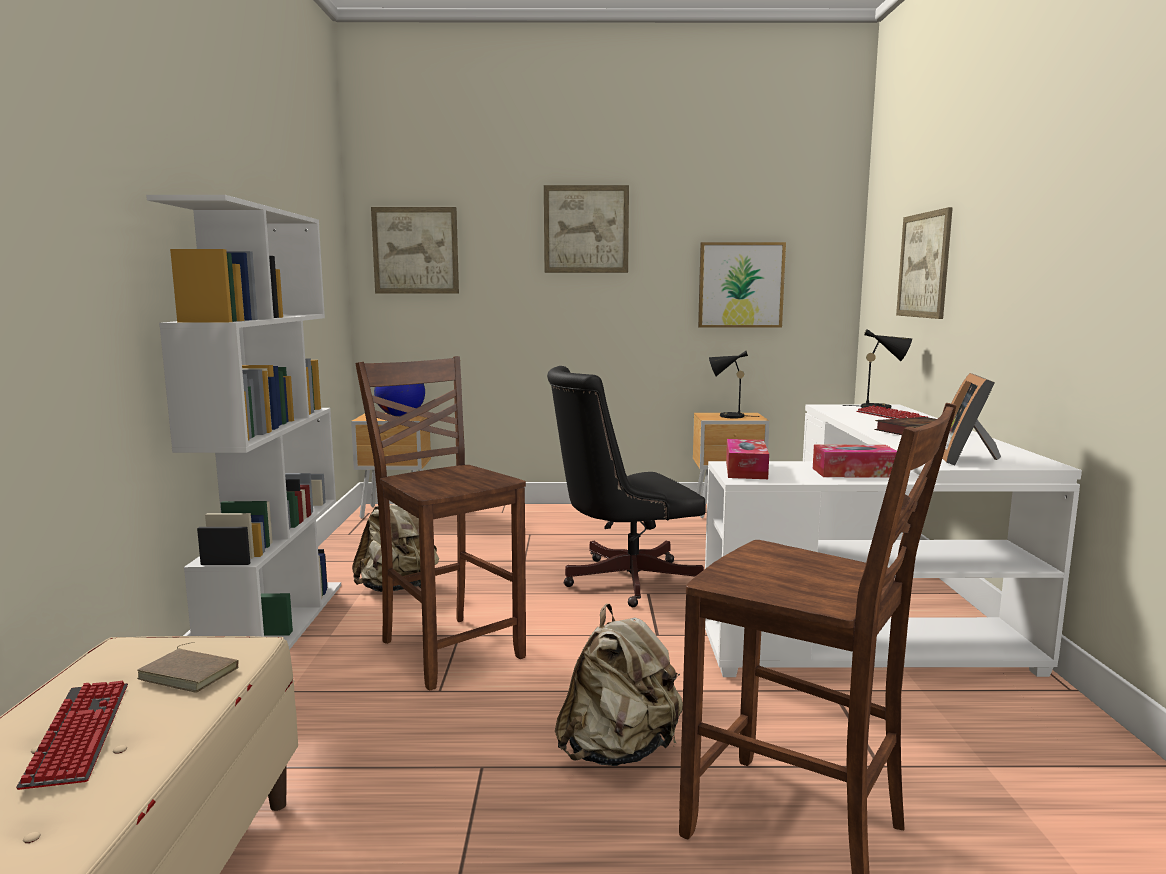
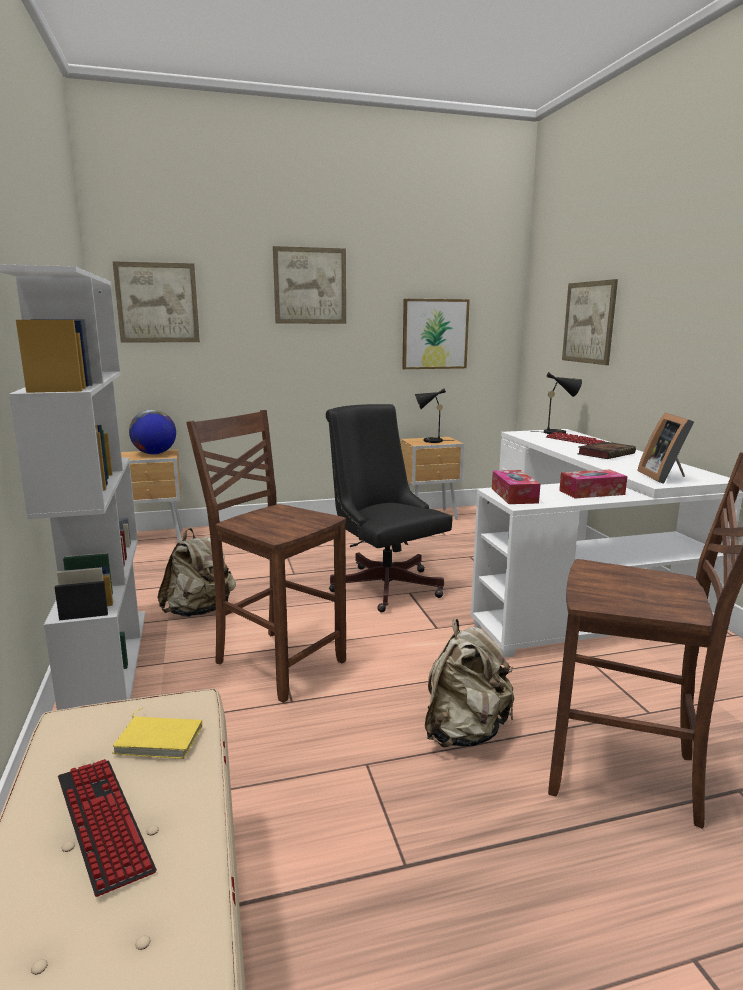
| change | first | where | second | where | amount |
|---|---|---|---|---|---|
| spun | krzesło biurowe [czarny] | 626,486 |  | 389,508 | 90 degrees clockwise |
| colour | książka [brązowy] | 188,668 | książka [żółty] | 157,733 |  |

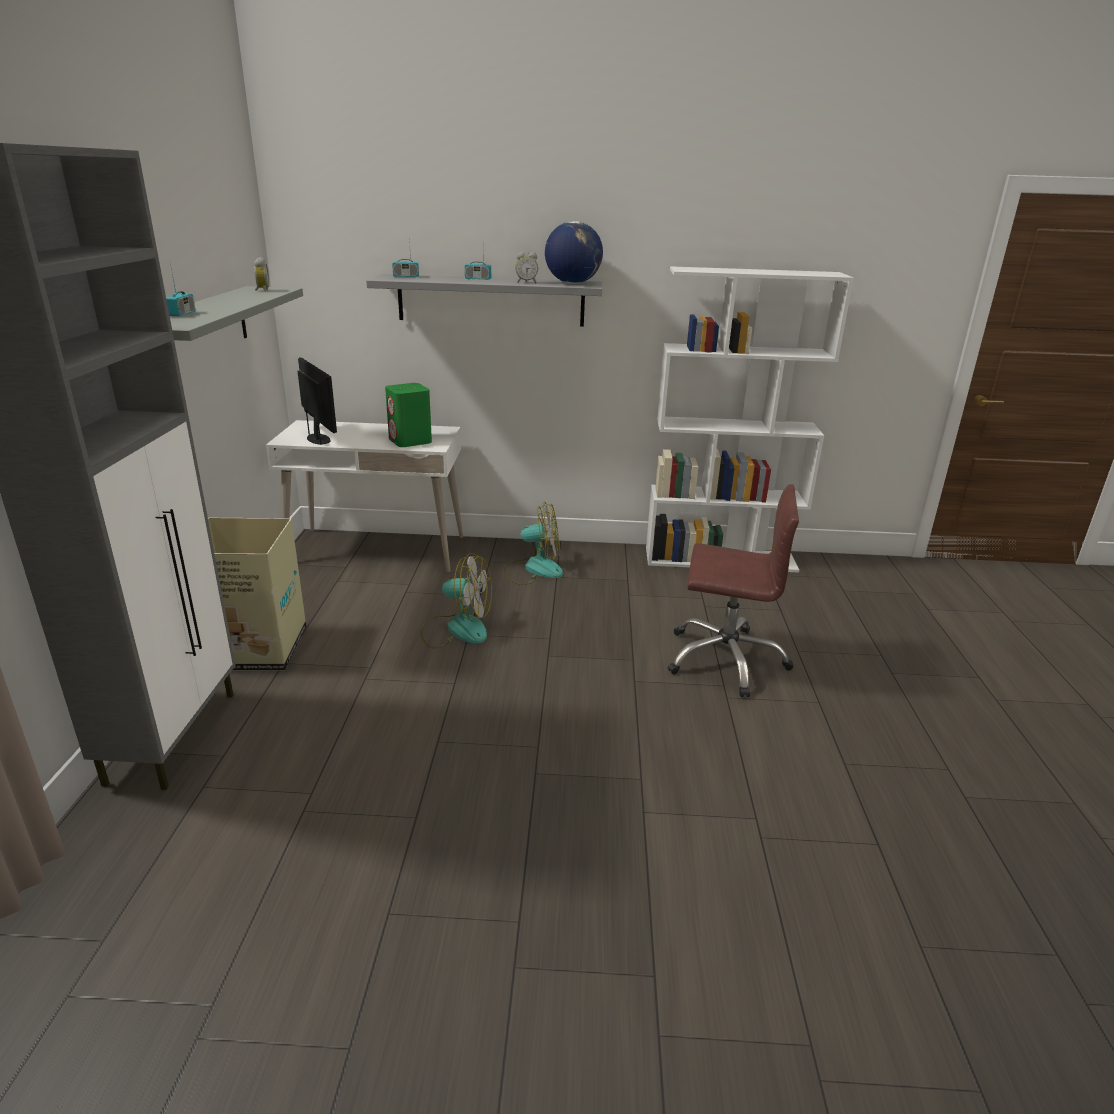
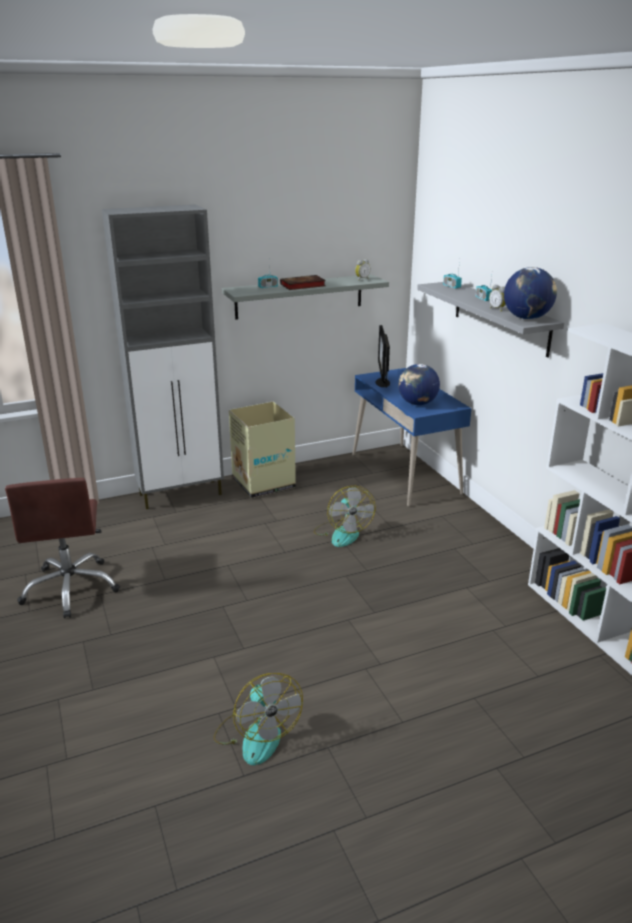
| change | first | where | second | where | amount |
|---|---|---|---|---|---|
| spun | monitor | 317,401 |  | 383,356 | 150 degrees clockwise |
| exchanged | głośnik [zielony] | 408,415 | globus | 419,384 |  |
| colour | biurko [biały] | 364,496 | biurko [niebieski] | 412,437 |  |
| relocated | krzesło biurowe [brązowy] | 733,590 |  | 62,548 |  |
| relocated | wentylator | 533,543 |  | 258,719 |  |
| appeared |  |  | książka | 303,282 |  |

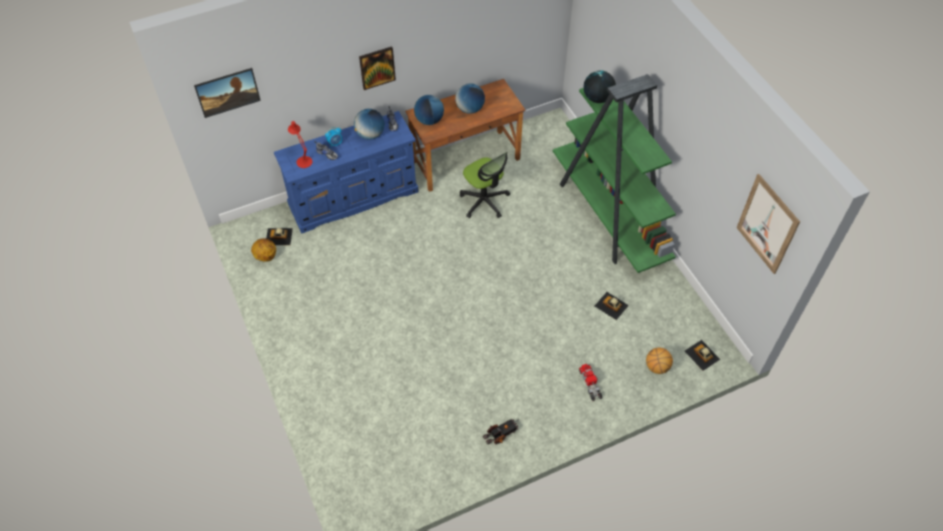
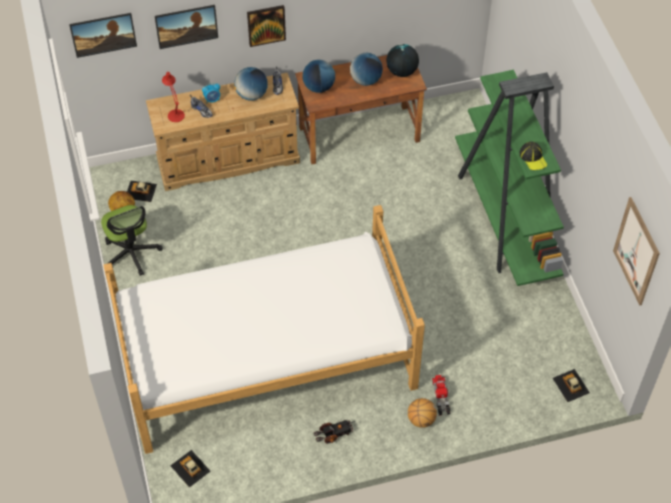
| change | first | where | second | where | amount |
|---|---|---|---|---|---|
| relocated | globus | 600,86 |  | 402,60 |  |
| colour | komoda [niebieski] | 346,172 | komoda [beżowy] | 223,131 |  |
| relocated | krzesło biurowe | 485,185 |  | 132,240 |  |
| relocated | samochodzik | 612,306 |  | 190,469 |  |
| relocated | piłka do koszykówki | 659,361 |  | 422,413 |  |
| appeared |  |  | obraz | 186,27 |  |
| appeared |  |  | czapka z daszkiem | 533,156 |  |
| appeared |  |  | łóżko | 264,329 |  |

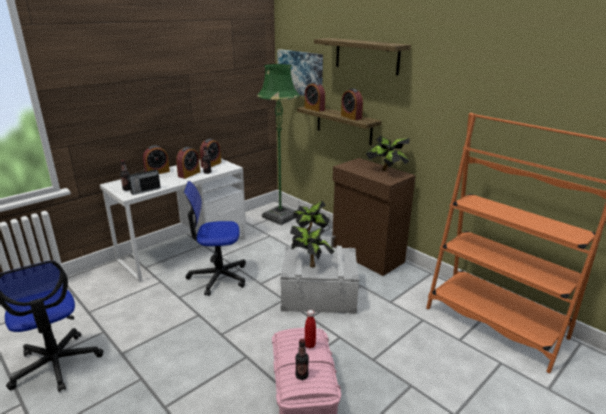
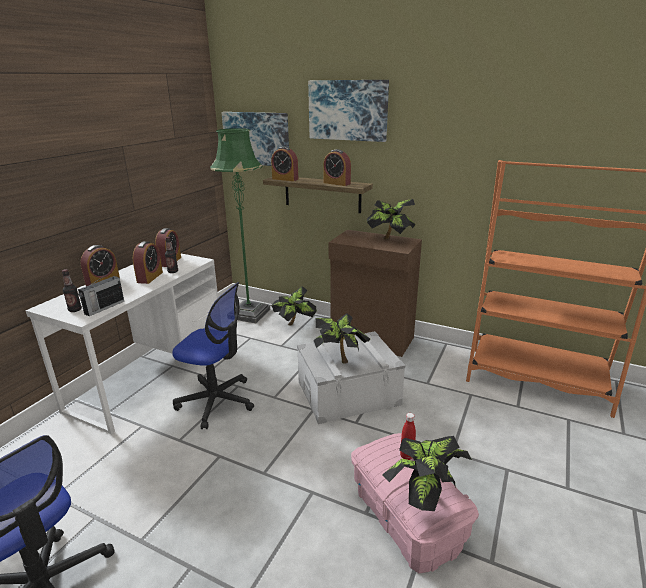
| change | first | where | second | where | amount |
|---|---|---|---|---|---|
| exchanged | półka | 362,56 | obraz | 348,111 |  |
| spun | krzesło biurowe | 215,238 |  | 213,355 | 135 degrees counterclockwise |
| exchanged | butelka | 302,359 | roślina doniczkowa | 427,473 |  |

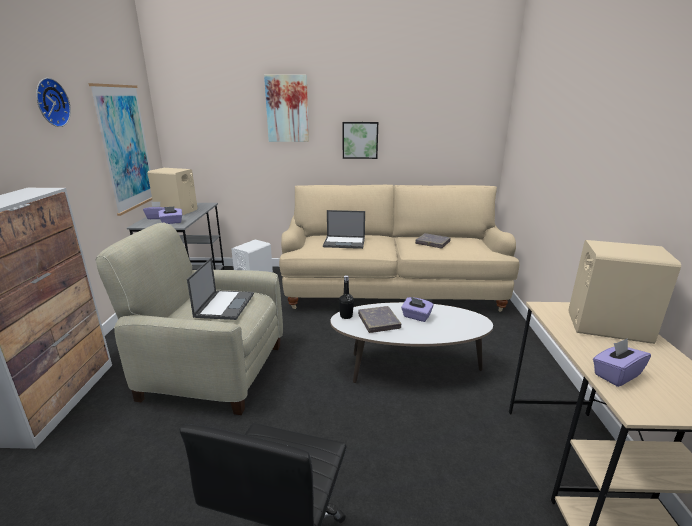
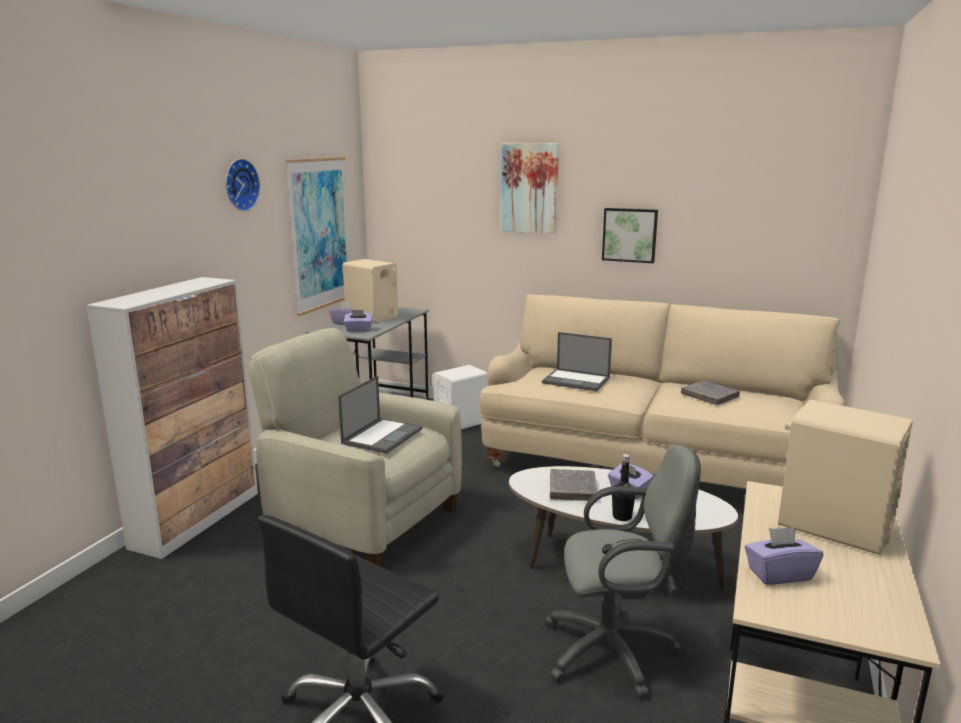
| change | first | where | second | where | amount |
|---|---|---|---|---|---|
| relocated | butelka [czarny] | 346,297 |  | 624,487 |  |
| appeared |  |  | krzesło biurowe [szary] | 622,572 |  |

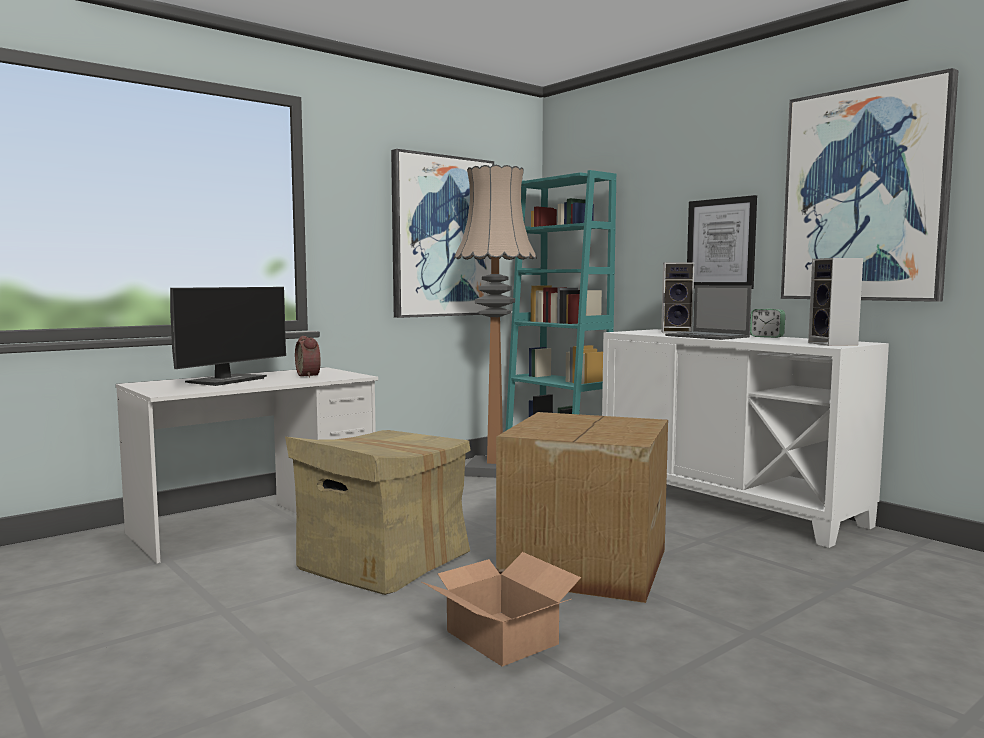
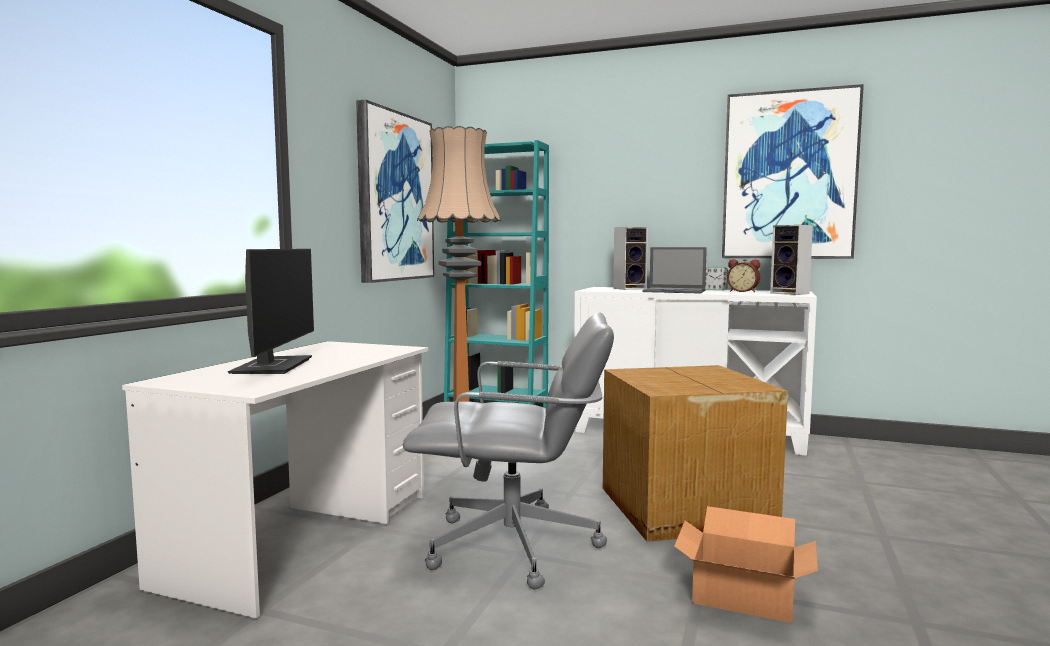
| change | first | where | second | where | amount |
|---|---|---|---|---|---|
| missing | obraz | 722,242 |  |  |  |
| relocated | budzik | 308,357 |  | 743,275 |  |
| exchanged | karton | 378,512 | krzesło biurowe [szary] | 508,450 |  |

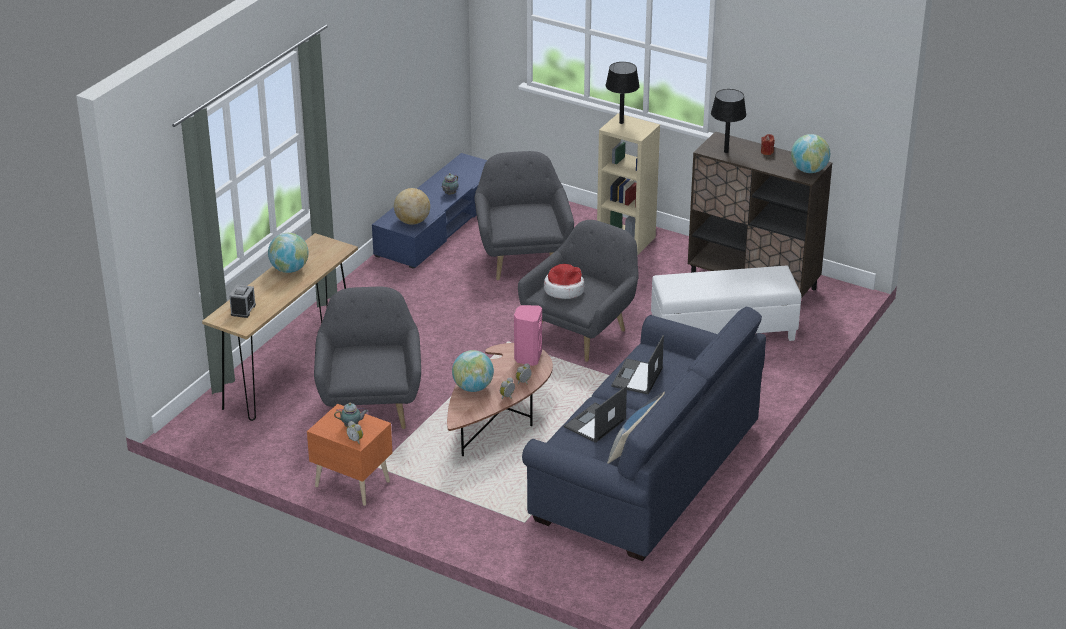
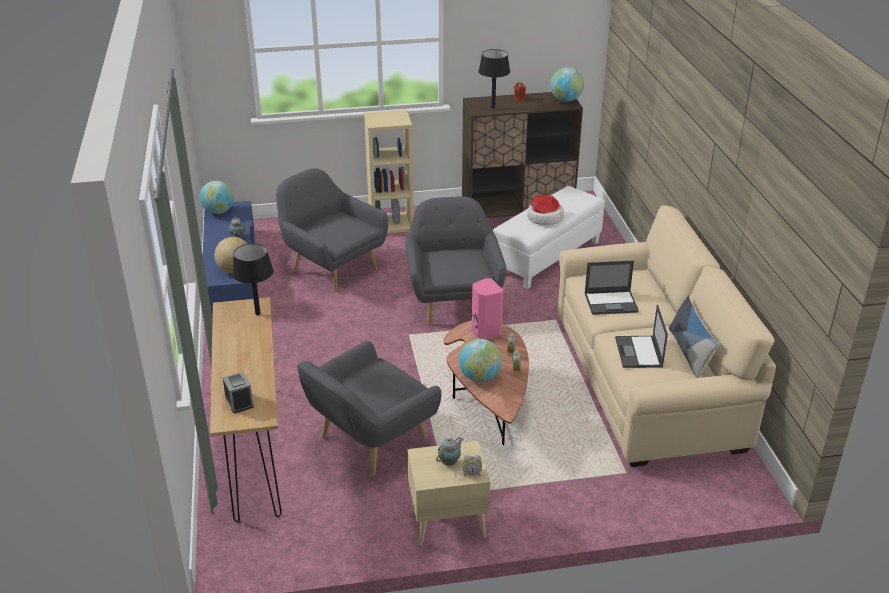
| change | first | where | second | where | amount |
|---|---|---|---|---|---|
| relocated | lampa stołowa [czarny] | 622,93 |  | 252,279 |  |
| relocated | globus | 288,253 |  | 217,197 |  |
| relocated | kapelusz | 564,281 |  | 546,210 |  |
| spun | fotel [szary] | 367,358 |  | 369,409 | 90 degrees counterclockwise |
| colour | kanapa [niebieski] | 644,434 | kanapa [beżowy] | 667,336 |  |
| spun | laptop | 637,365 |  | 612,288 | 75 degrees counterclockwise |
| colour | szafka nocna [pomarańczowy] | 349,455 | szafka nocna [beżowy] | 448,493 |  |

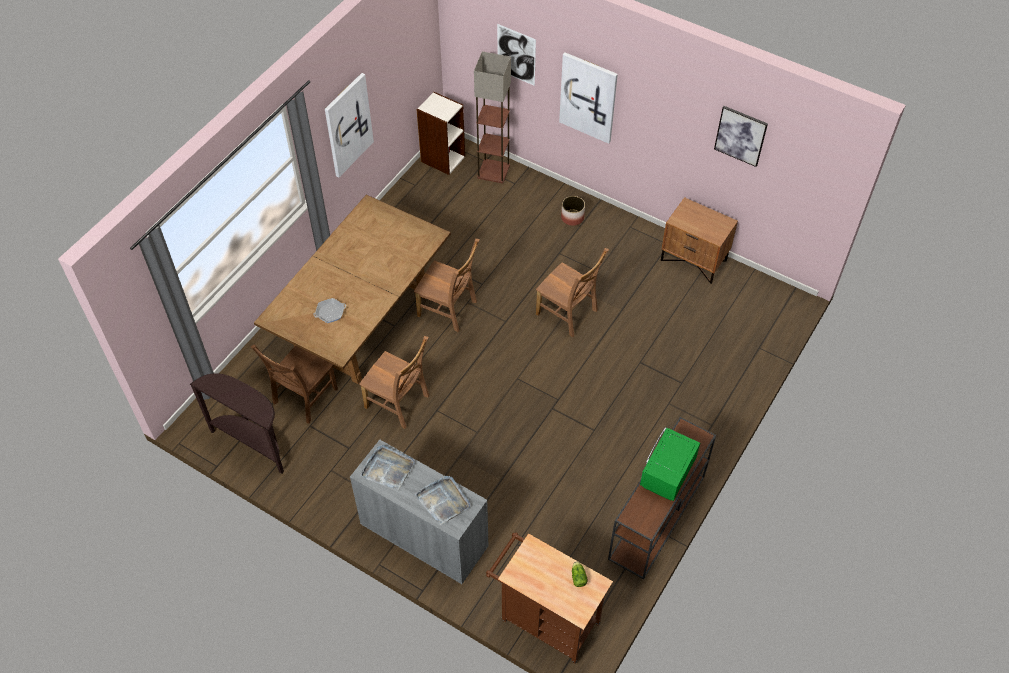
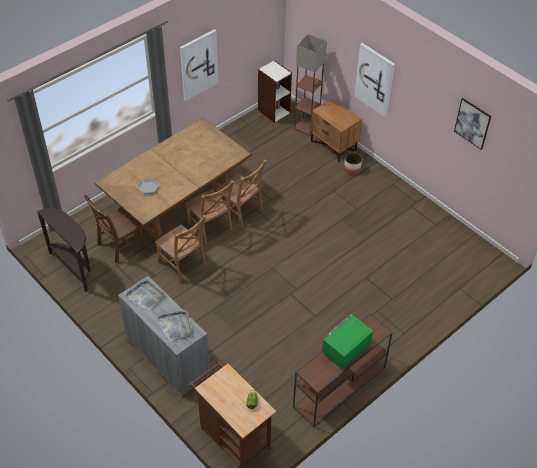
| change | first | where | second | where | amount |
|---|---|---|---|---|---|
| missing | obraz | 516,55 |  |  |  |
| relocated | szafka nocna [brązowy] | 699,240 |  | 336,130 |  |
| relocated | krzesło [brązowy] | 572,292 |  | 209,212 |  |

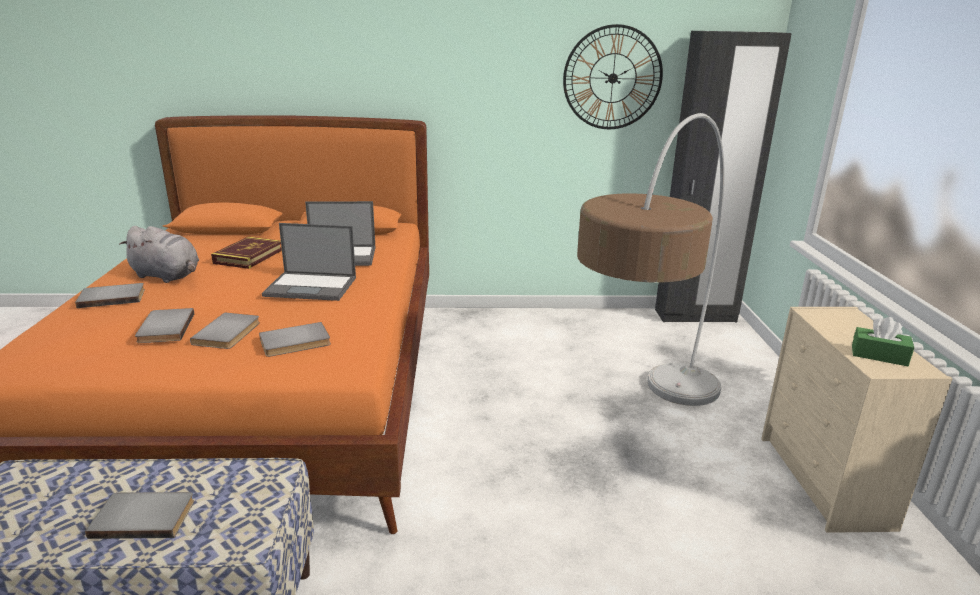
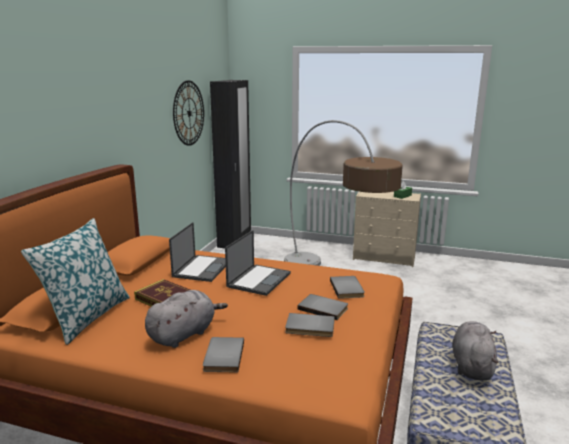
| change | first | where | second | where | amount |
|---|---|---|---|---|---|
| exchanged | książka [szary] | 139,515 | pluszak [szary] | 475,350 |  |
| appeared |  |  | poduszka | 75,281 |  |

